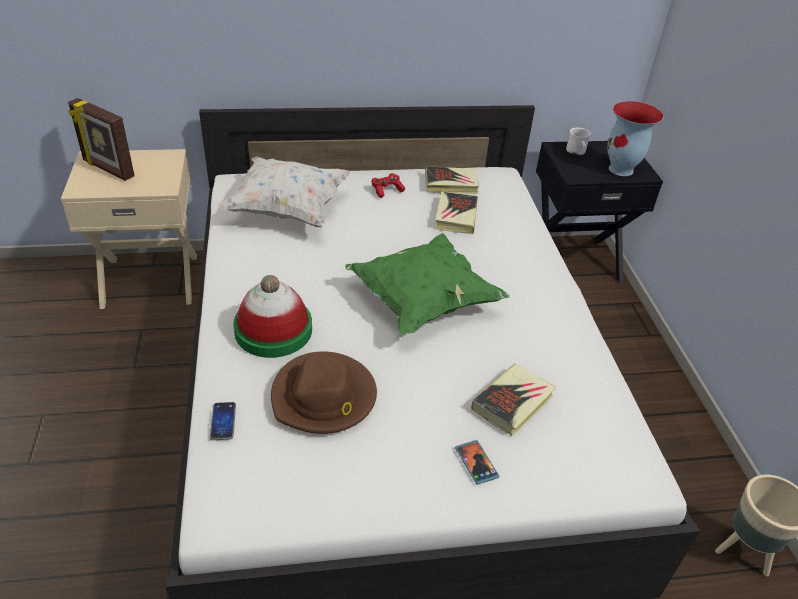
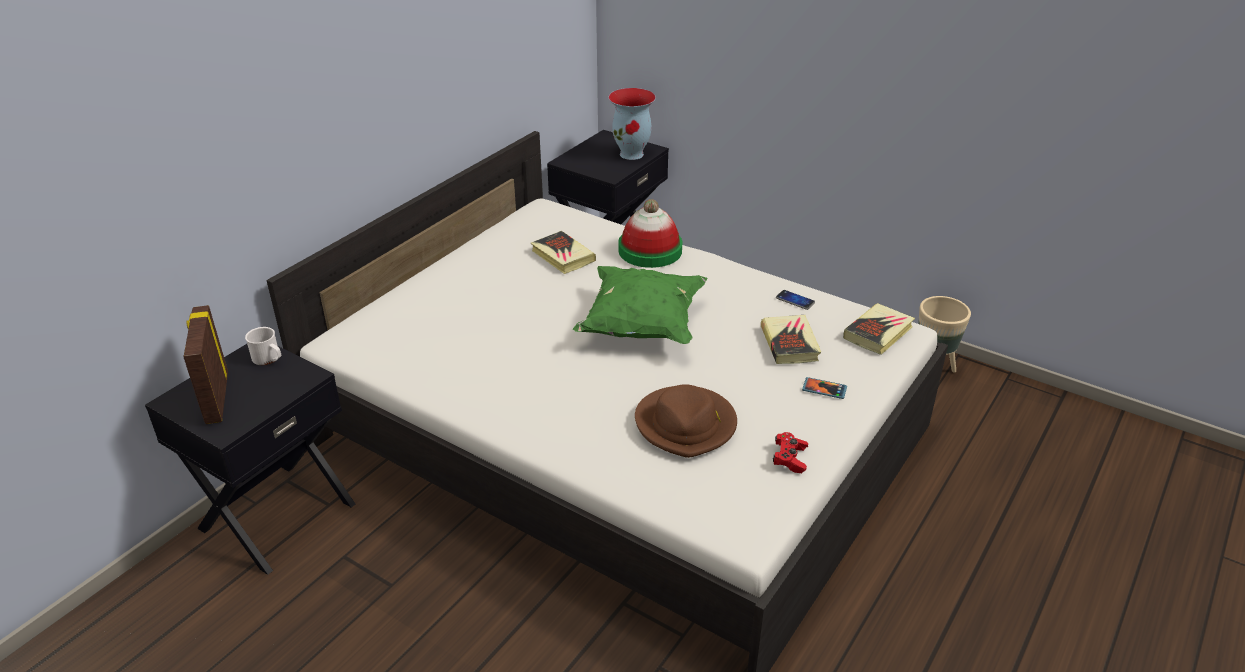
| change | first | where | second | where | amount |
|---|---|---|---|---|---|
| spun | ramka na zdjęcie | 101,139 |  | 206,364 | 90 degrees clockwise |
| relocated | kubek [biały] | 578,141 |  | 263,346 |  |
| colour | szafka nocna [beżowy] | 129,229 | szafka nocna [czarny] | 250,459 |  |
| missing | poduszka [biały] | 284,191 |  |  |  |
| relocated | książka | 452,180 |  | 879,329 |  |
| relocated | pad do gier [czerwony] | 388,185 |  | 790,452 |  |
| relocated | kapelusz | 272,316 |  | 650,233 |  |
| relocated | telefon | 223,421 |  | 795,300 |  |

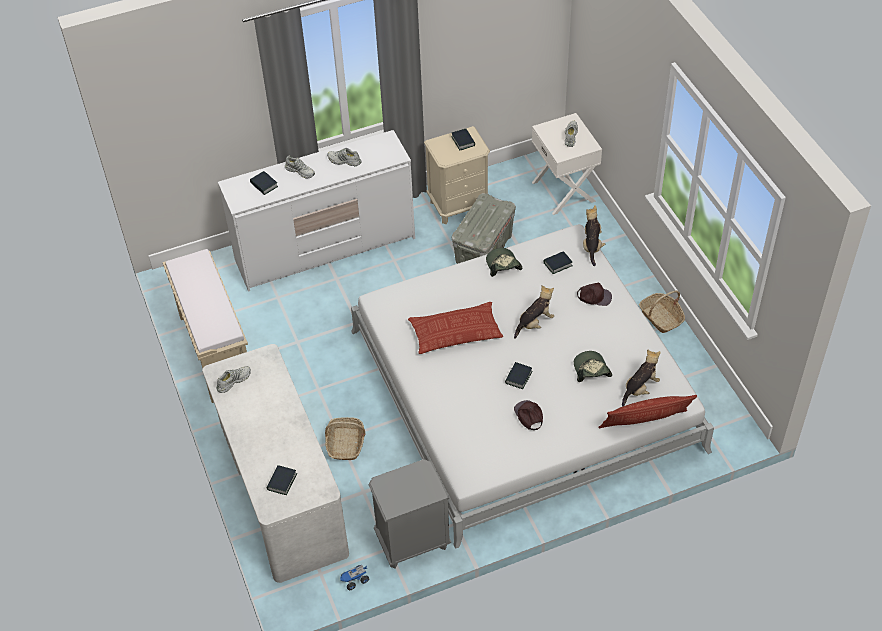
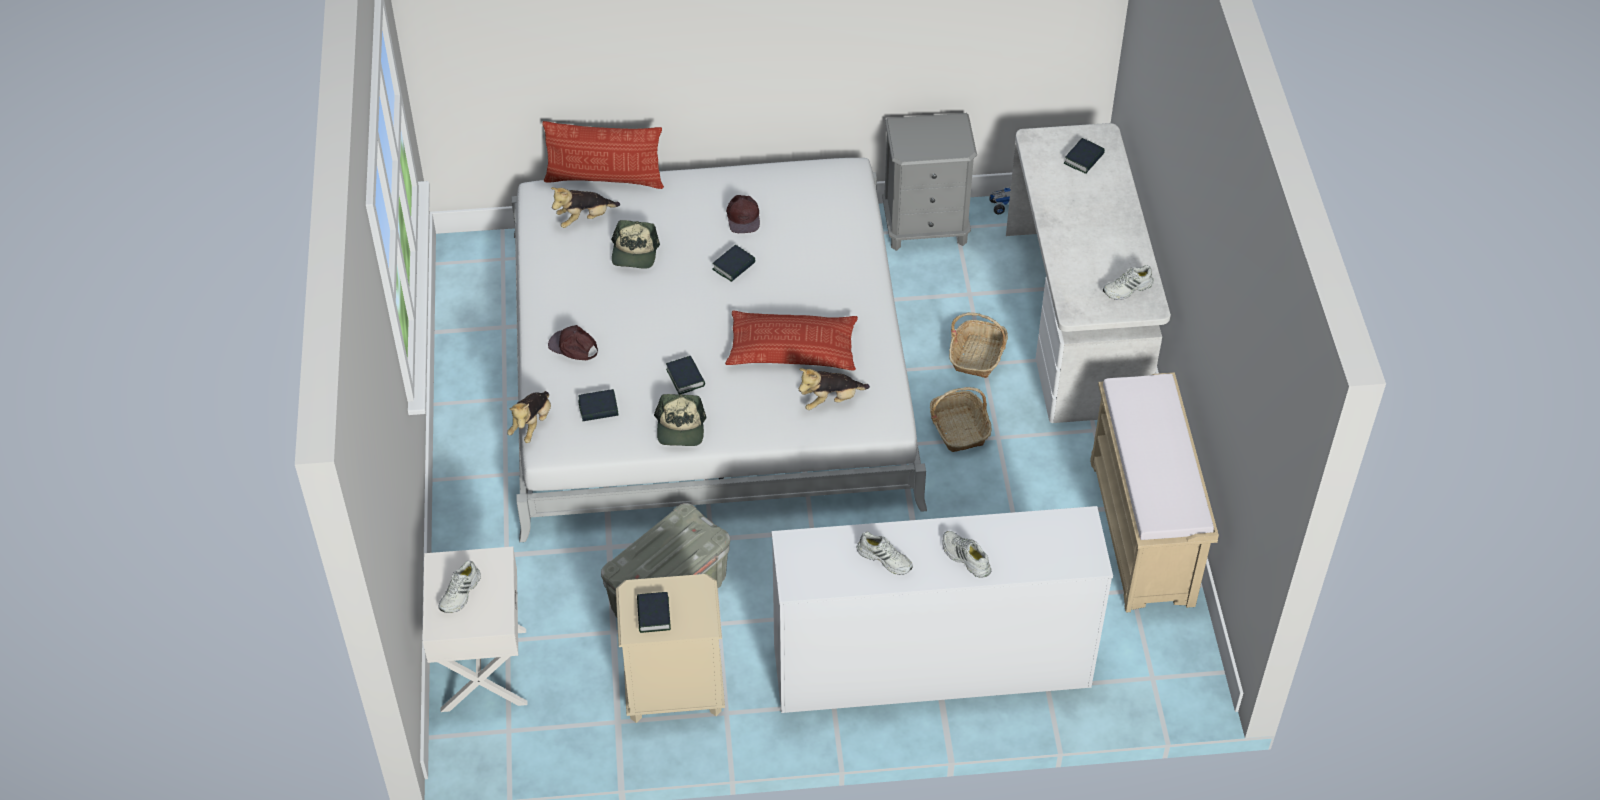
| change | first | where | second | where | amount |
|---|---|---|---|---|---|
| relocated | książka | 264,183 |  | 685,375 |  |
| relocated | pluszak | 534,312 |  | 834,389 |  |
| relocated | koszyk | 662,311 |  | 961,419 |  |

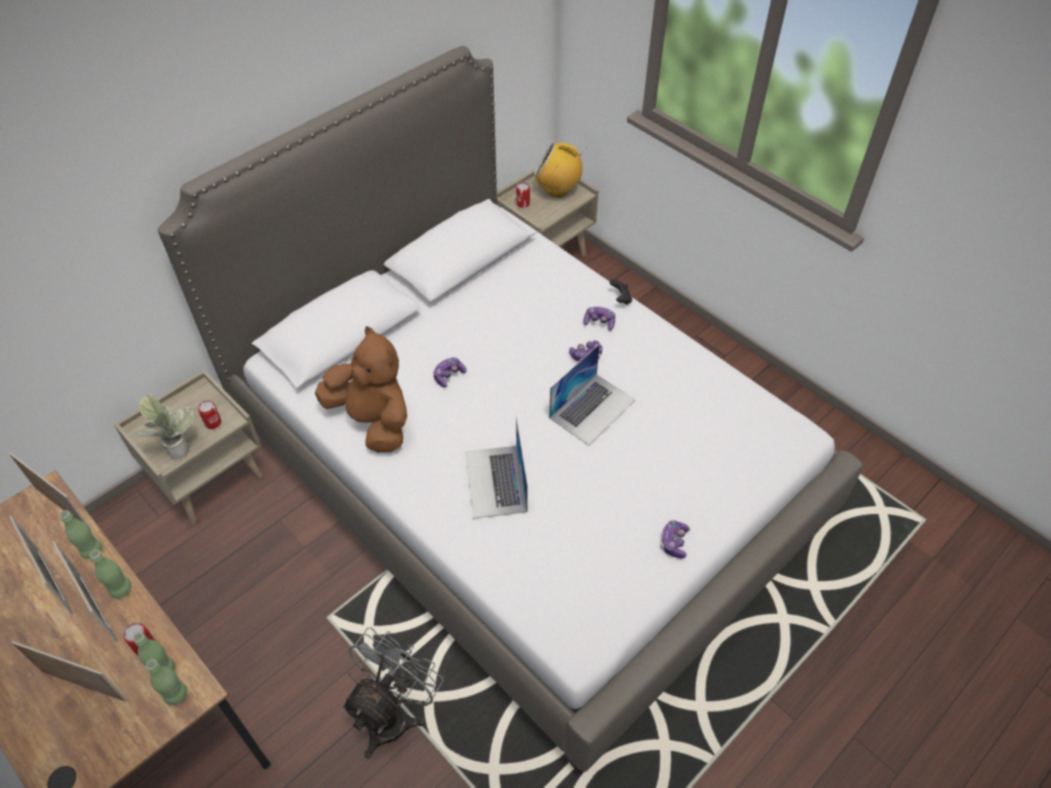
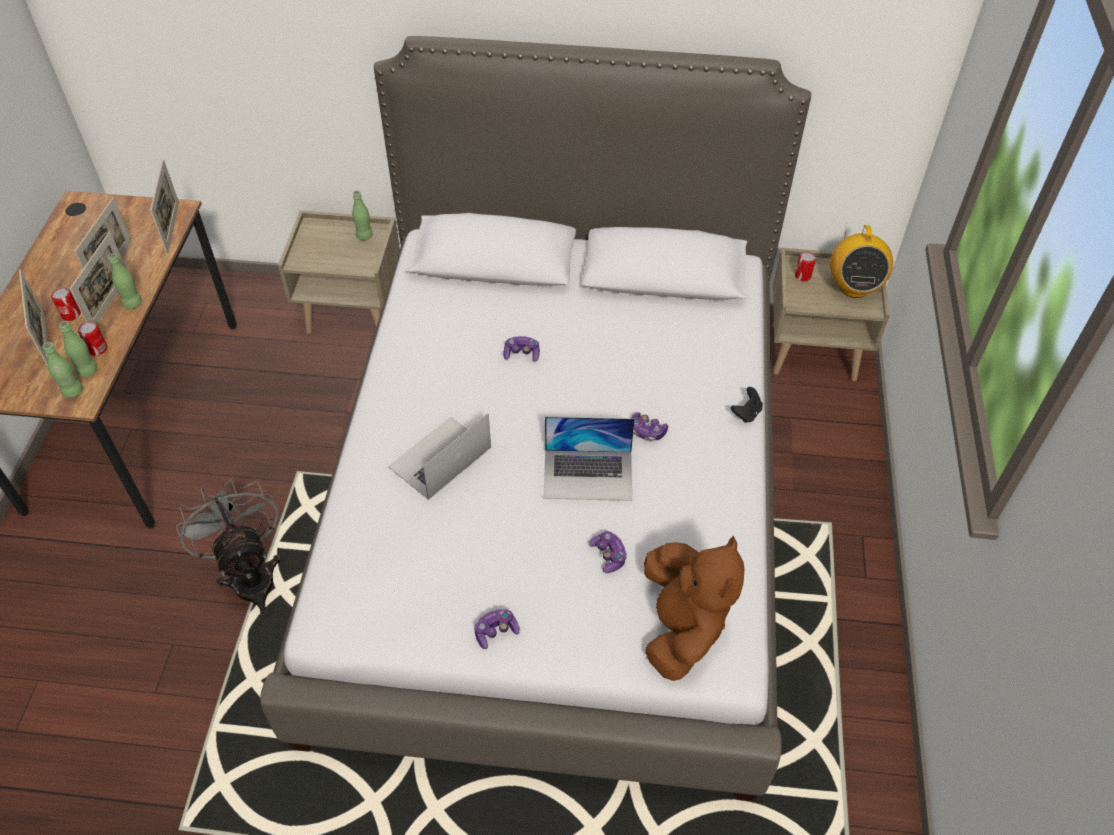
| change | first | where | second | where | amount |
|---|---|---|---|---|---|
| spun | radio | 560,170 |  | 861,260 | 150 degrees counterclockwise |
| relocated | pad do gier | 599,319 |  | 608,552 |  |
| relocated | pluszak [brązowy] | 361,389 |  | 694,608 |  |
| missing | roślina doniczkowa | 164,427 |  |  |  |
| relocated | puszka | 210,414 |  | 66,304 |  |
| relocated | butelka [zielony] | 80,534 |  | 362,215 |  |
| spun | wentylator [szary] | 392,693 |  | 228,546 | 105 degrees counterclockwise |

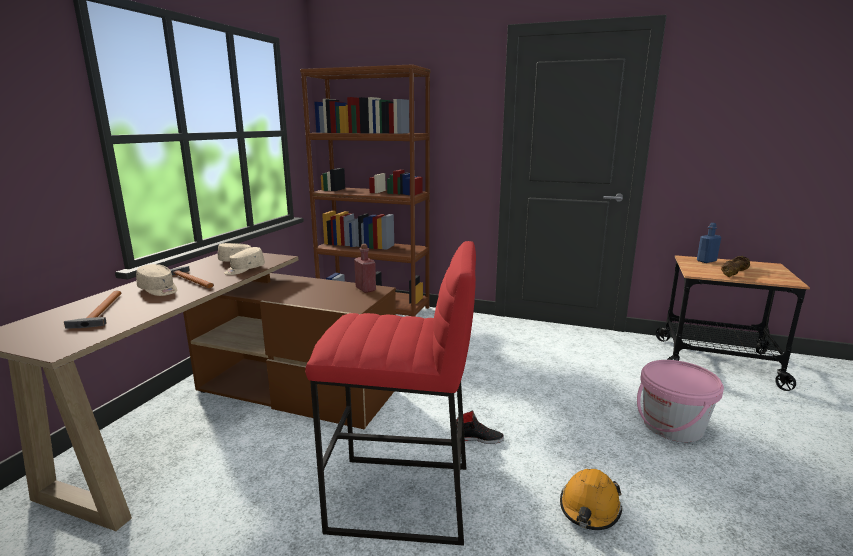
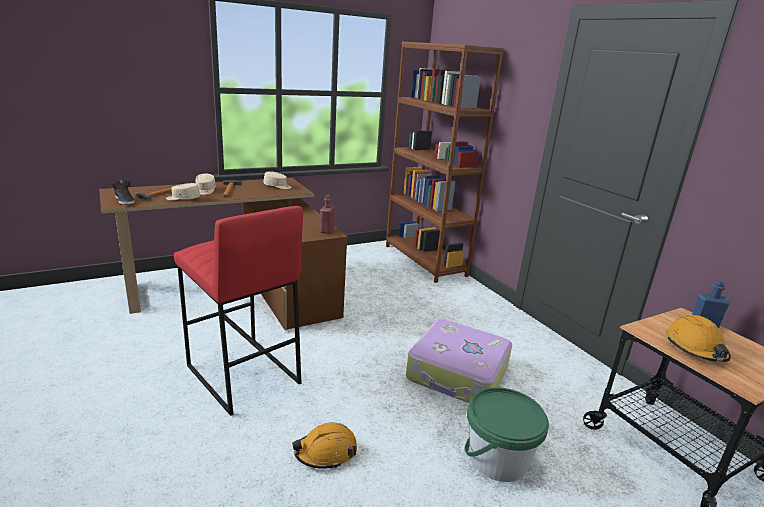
| change | first | where | second | where | amount |
|---|---|---|---|---|---|
| relocated | czapka z daszkiem [beżowy] | 244,261 |  | 183,192 |  |
| exchanged | hantel [brązowy] | 735,266 | kask [pomarańczowy] | 698,338 |  |
| colour | wiadro [różowy] | 680,401 | wiadro [zielony] | 507,435 |  |
| relocated | but [czarny] | 480,427 |  | 123,192 |  |
| appeared |  |  | walizka | 459,361 |  |

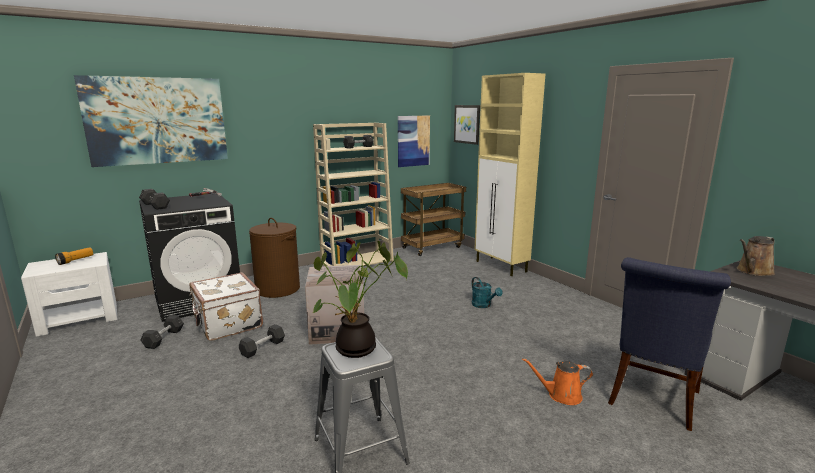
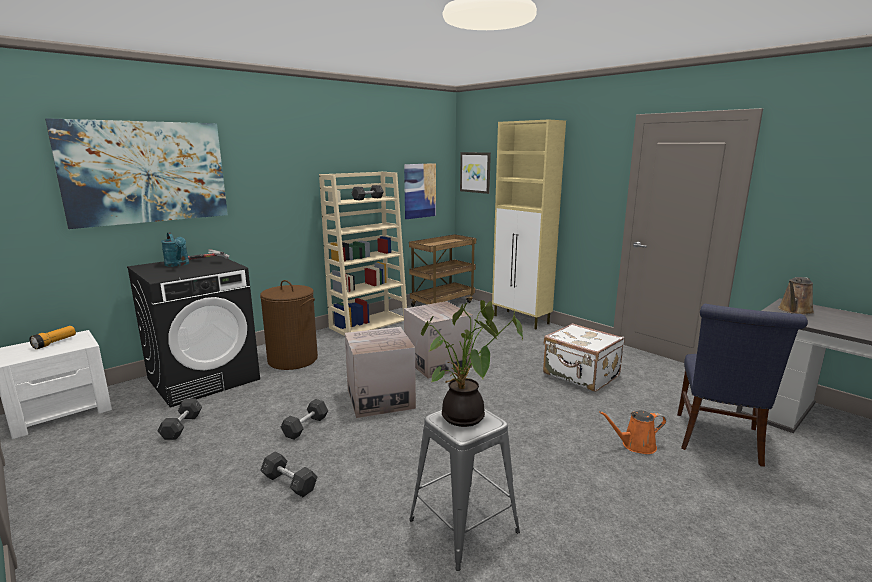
| change | first | where | second | where | amount |
|---|---|---|---|---|---|
| relocated | hantel [szary] | 154,199 |  | 288,474 |  |
| relocated | walizka [biały] | 226,306 |  | 584,357 |  |
| relocated | konewka [turkusowy] | 486,292 |  | 175,249 |  |
| appeared |  |  | karton | 438,340 |  |

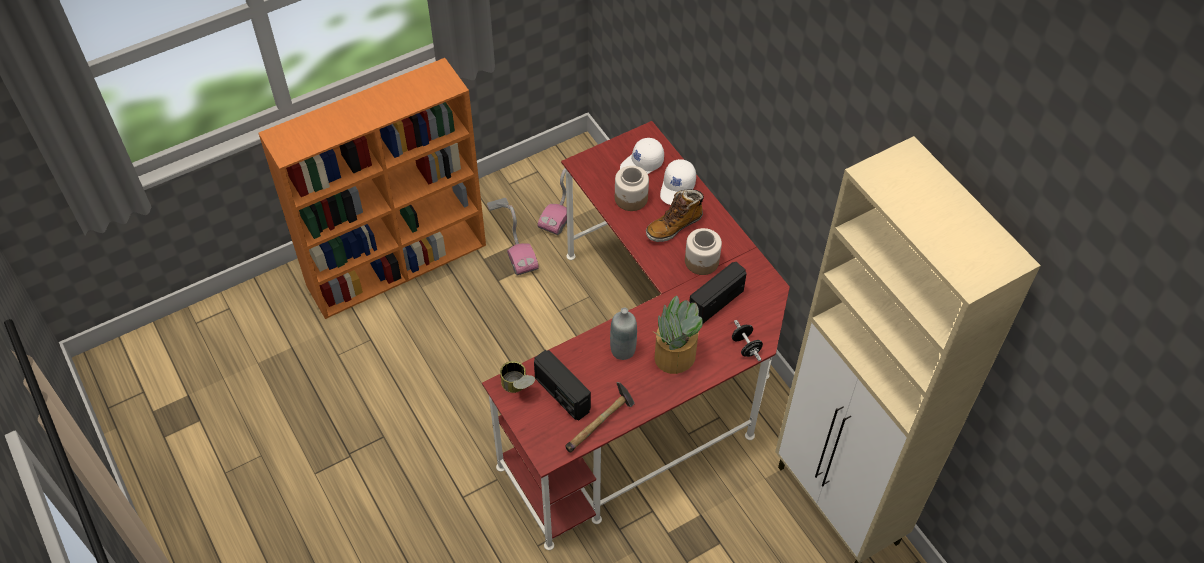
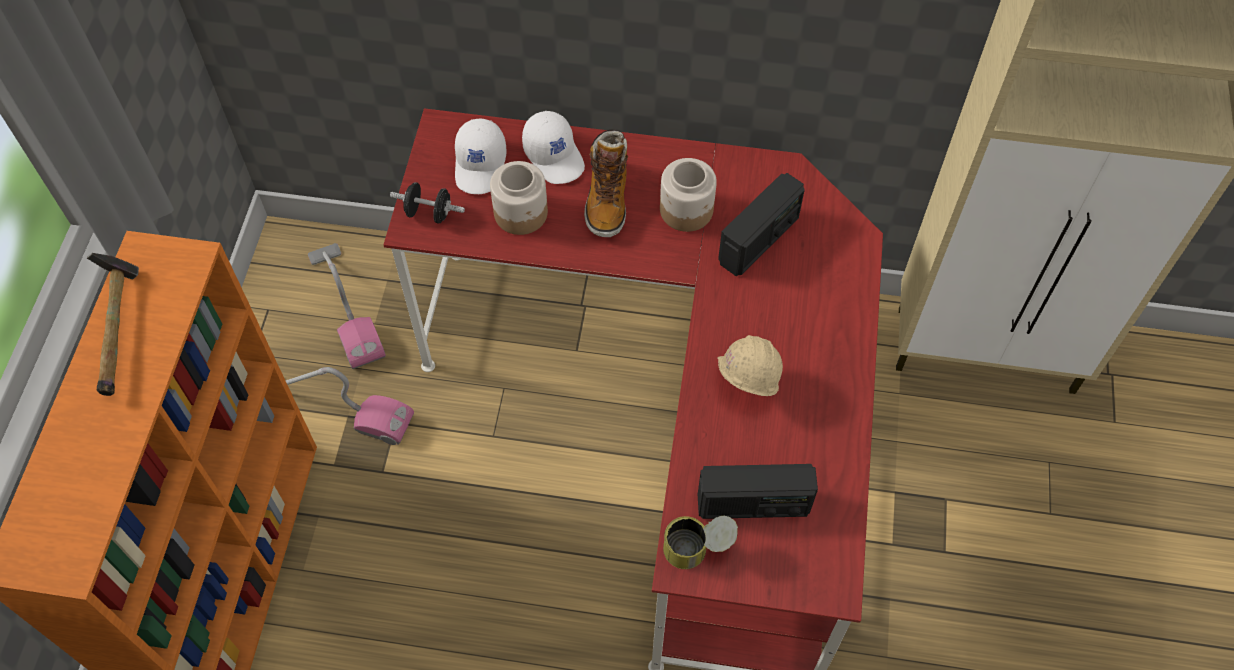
| change | first | where | second | where | amount |
|---|---|---|---|---|---|
| spun | radio | 718,292 |  | 761,224 | 135 degrees counterclockwise |
| missing | roślina doniczkowa | 678,334 |  |  |  |
| exchanged | butelka [szary] | 623,334 | kask [beżowy] | 750,365 |  |
| relocated | hantel [czarny] | 747,340 |  | 427,202 |  |
| relocated | młotek | 600,417 |  | 113,324 |  |

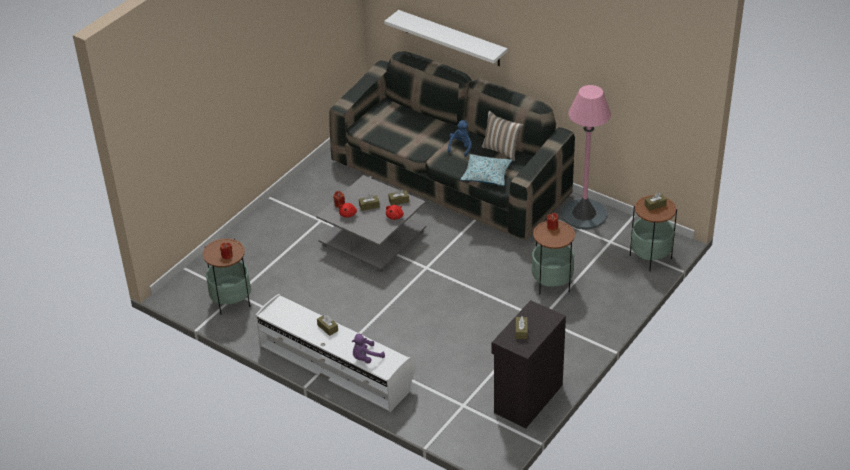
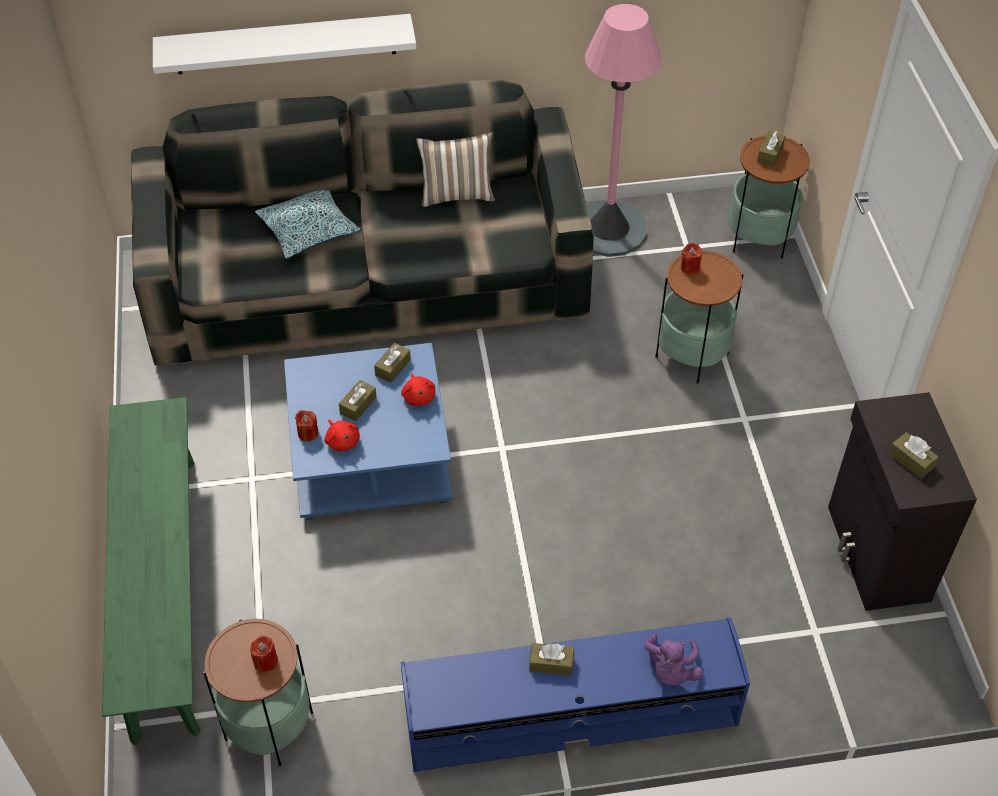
| change | first | where | second | where | amount |
|---|---|---|---|---|---|
| missing | pluszak [niebieski] | 459,138 |  |  |  |
| relocated | poduszka | 486,170 |  | 308,224 |  |
| colour | ława [szary] | 371,223 | ława [niebieski] | 368,431 |  |
| colour | szafka pod telewizor [biały] | 336,353 | szafka pod telewizor [niebieski] | 575,695 |  |
| appeared |  |  | ławka [zielony] | 151,571 |  |

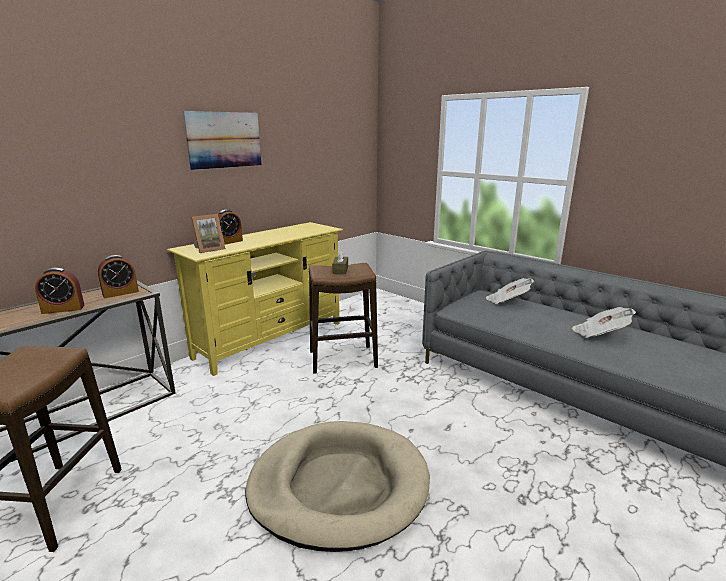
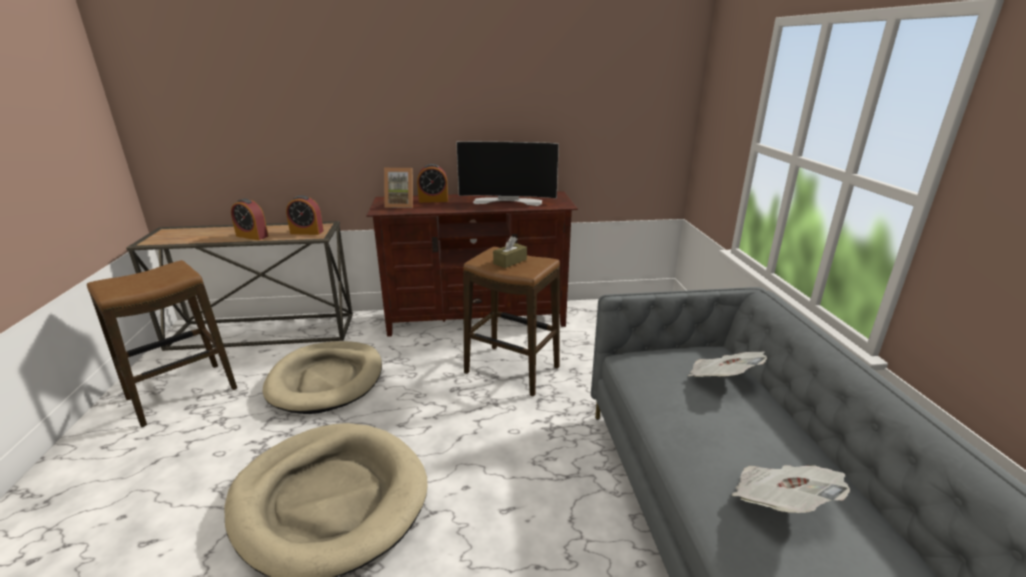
| change | first | where | second | where | amount |
|---|---|---|---|---|---|
| missing | obraz | 222,140 |  |  |  |
| colour | szafka pod telewizor [żółty] | 255,299 | szafka pod telewizor [brązowy] | 472,264 |  |
| appeared |  |  | telewizor | 507,173 |  |
| appeared |  |  | legowisko [beżowy] | 322,377 |  |

